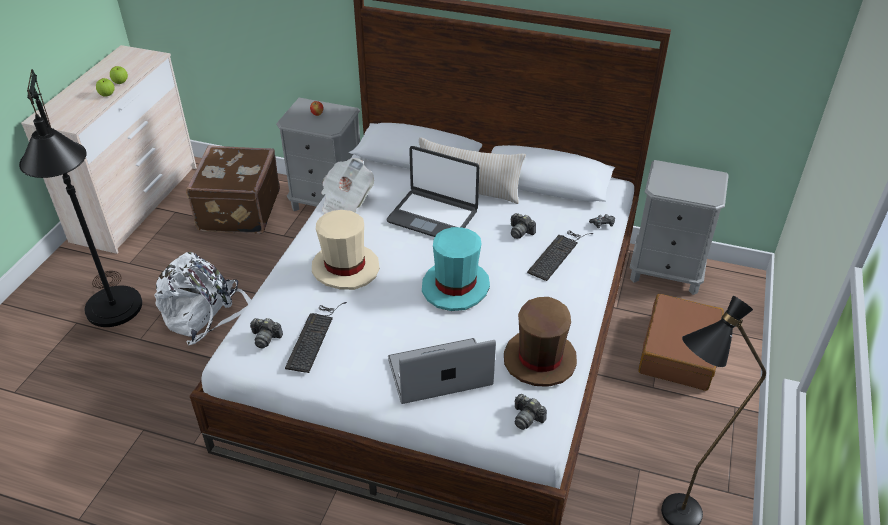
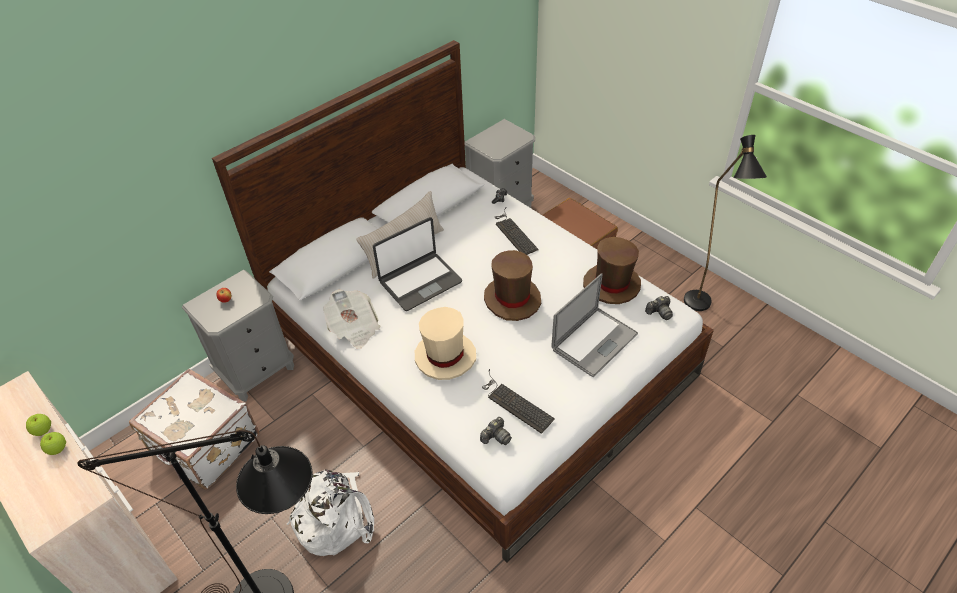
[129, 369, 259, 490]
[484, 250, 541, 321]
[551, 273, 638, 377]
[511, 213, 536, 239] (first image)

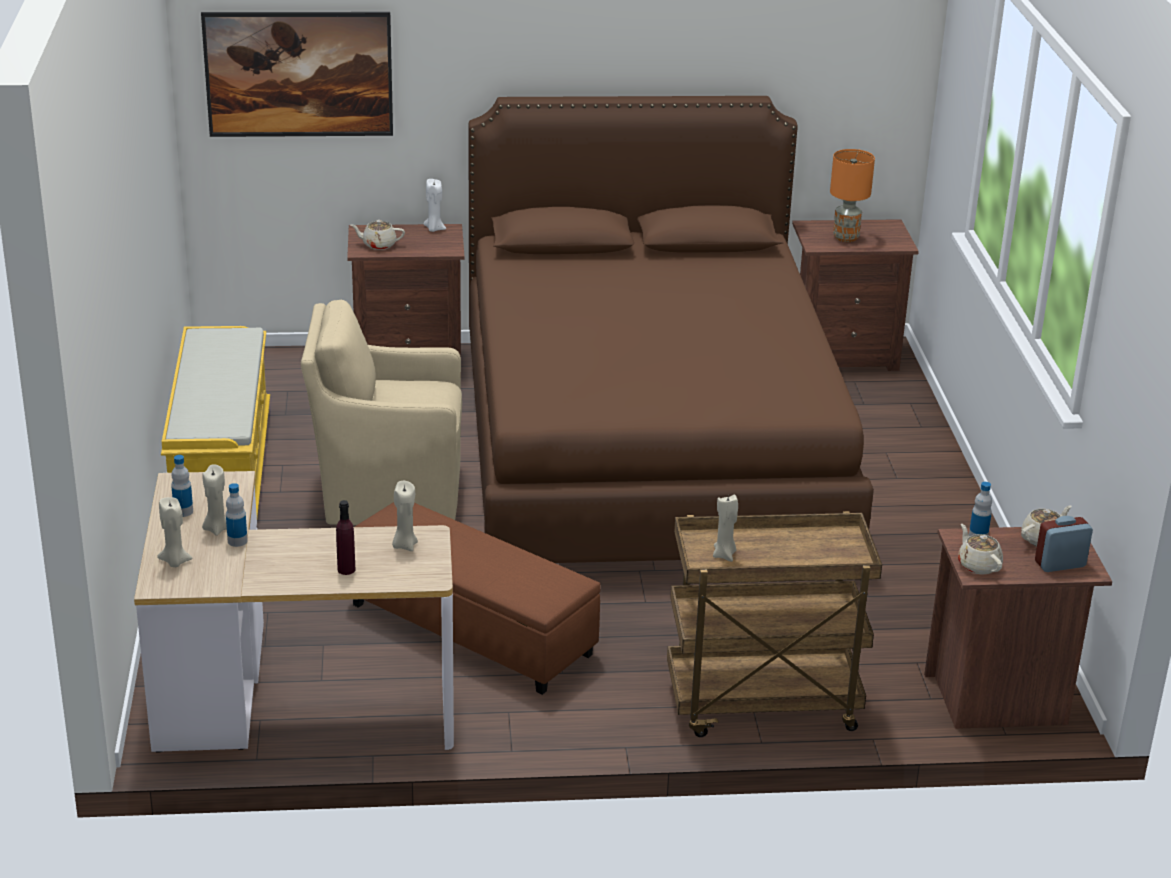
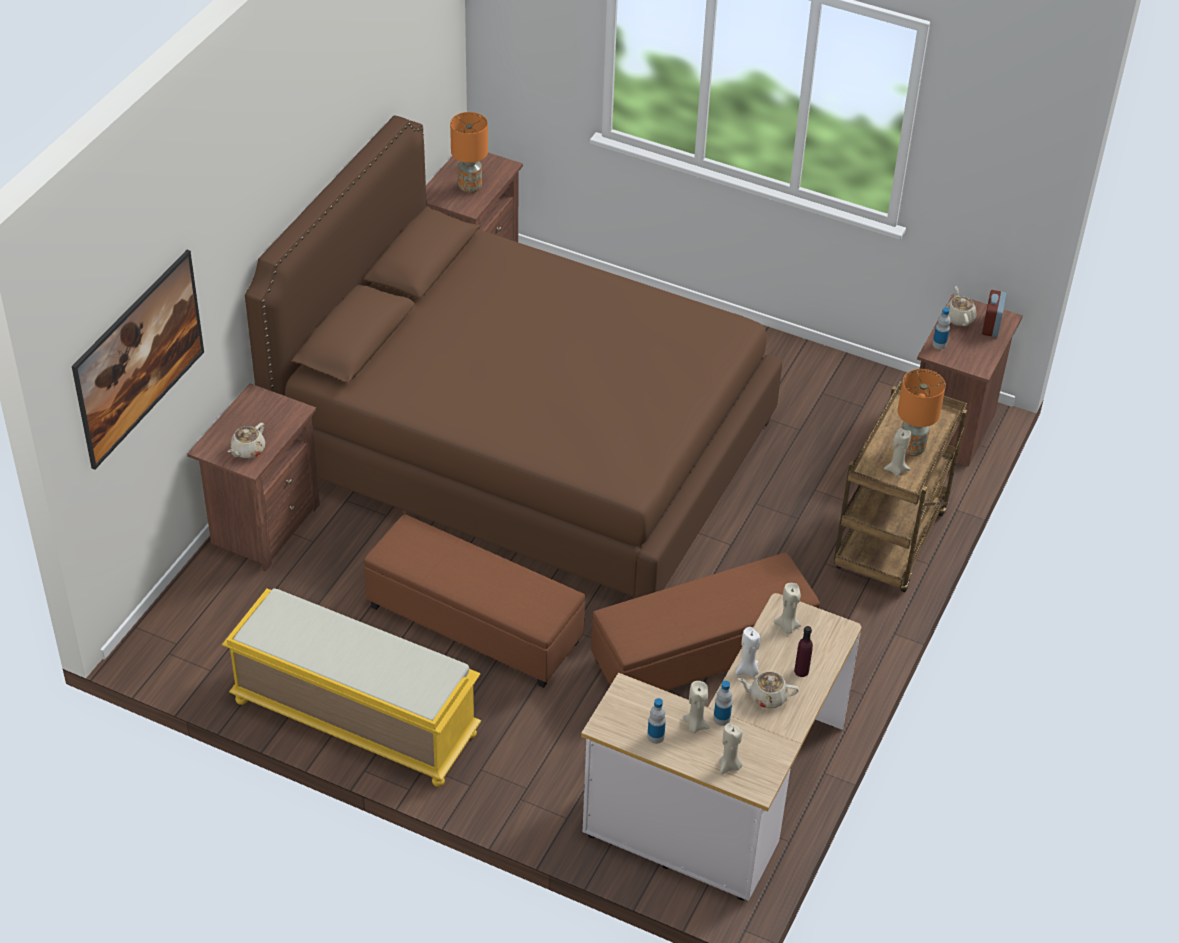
[364, 514, 585, 688]
[735, 627, 760, 677]
[738, 672, 799, 708]
[898, 369, 946, 456]

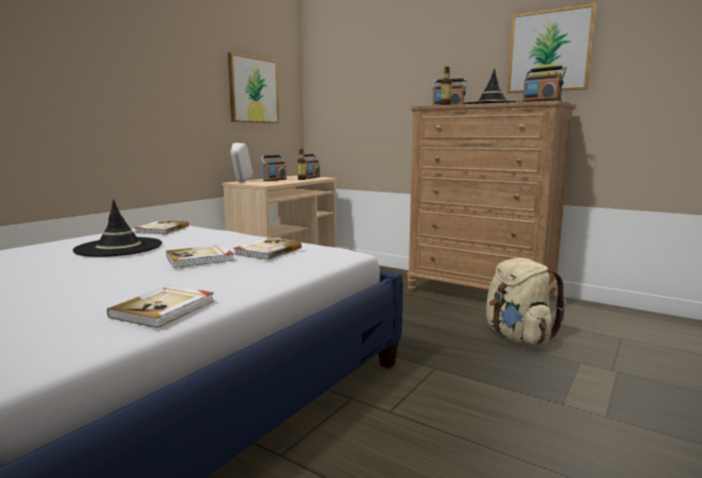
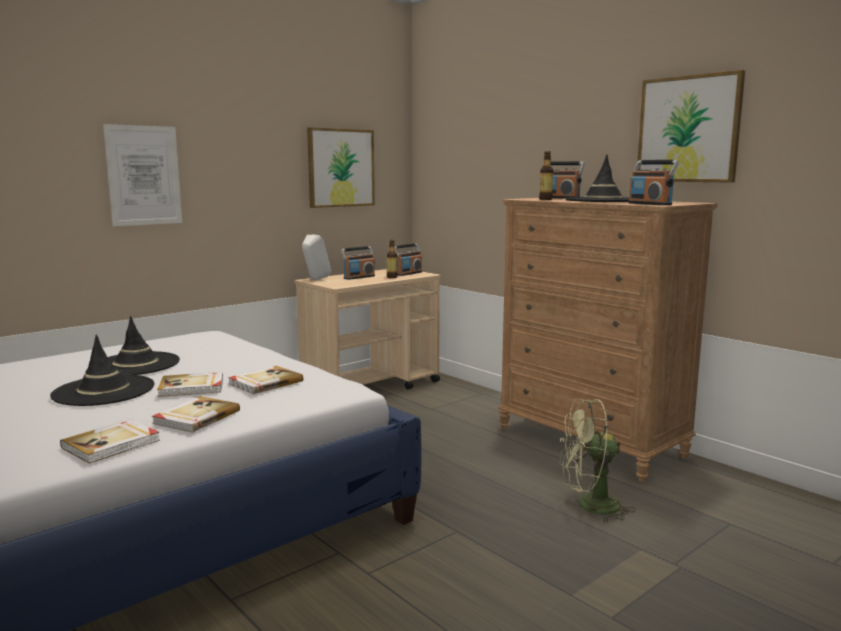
[50, 335, 155, 406]
[103, 124, 182, 226]
[152, 396, 240, 433]
[559, 399, 636, 523]

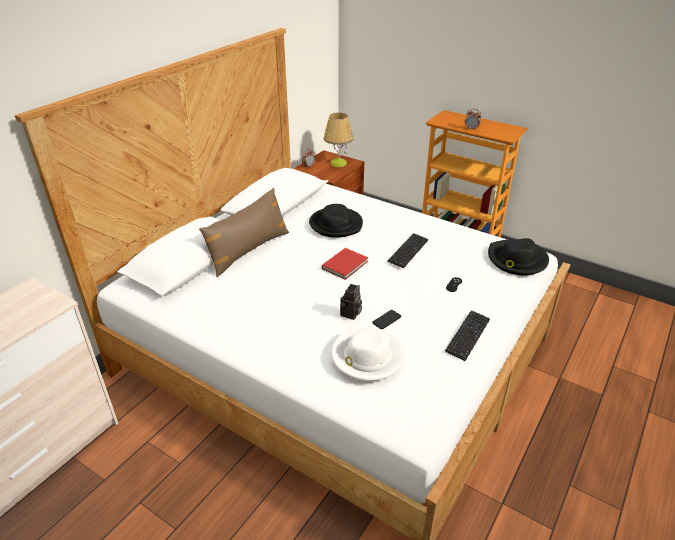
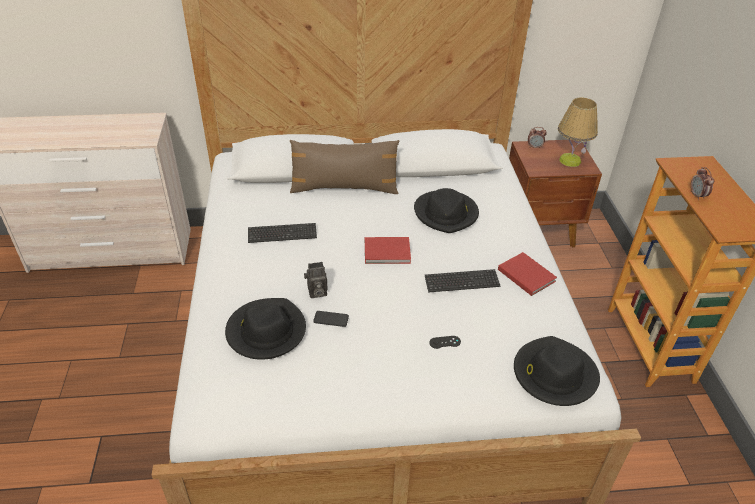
[225, 298, 306, 360]
[248, 223, 317, 243]
[498, 252, 557, 296]

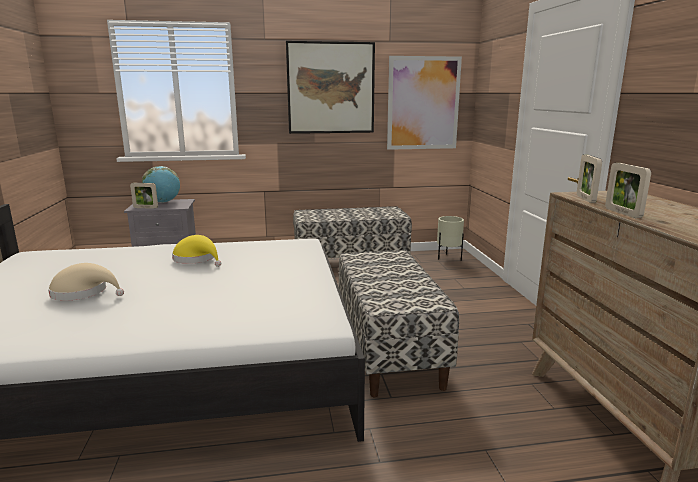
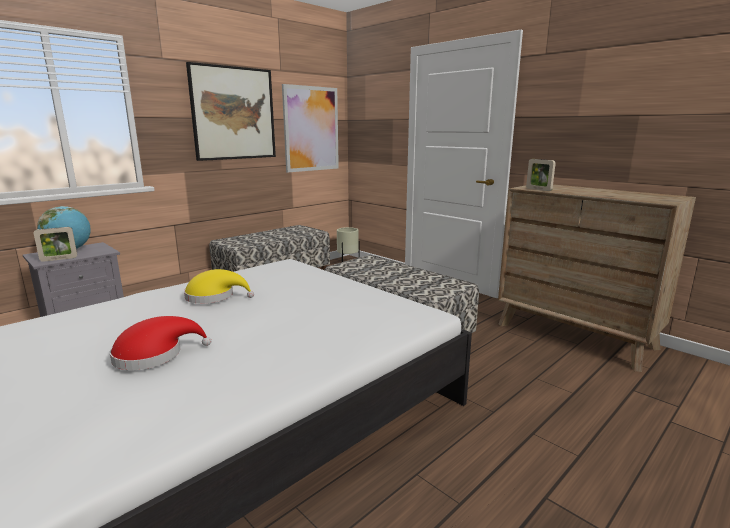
[110, 316, 211, 370]
[605, 163, 651, 218] (first image)

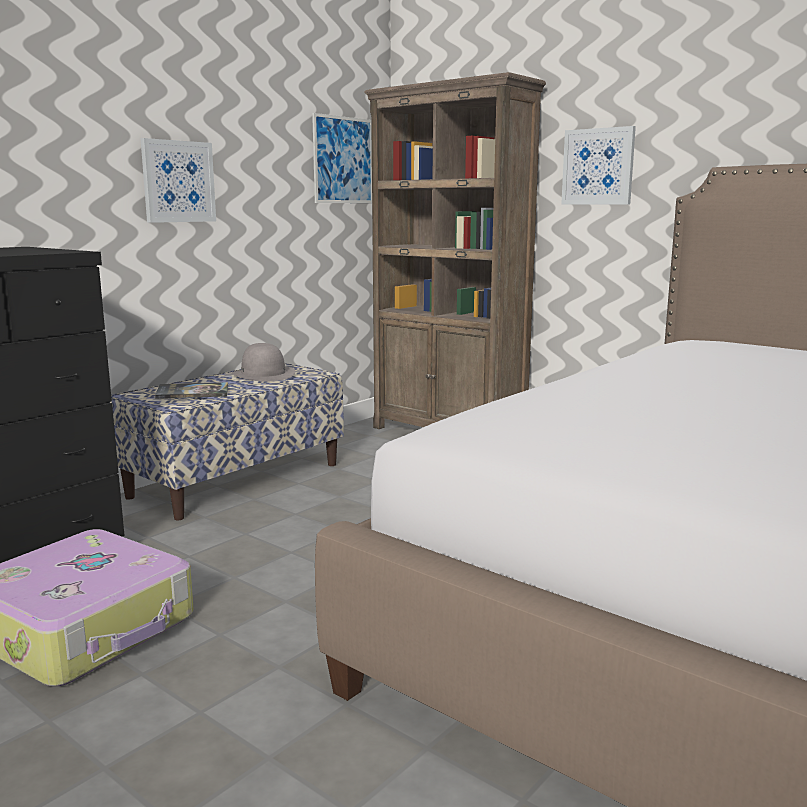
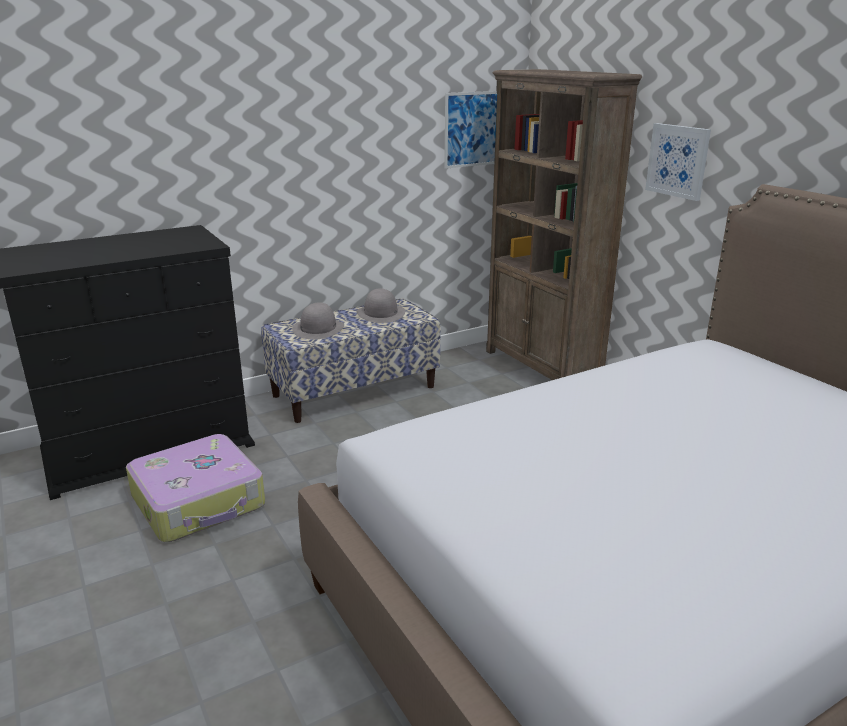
[292, 302, 344, 339]
[140, 138, 216, 223] (first image)

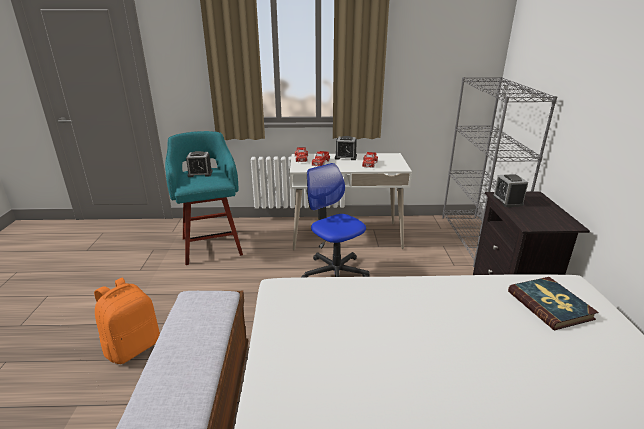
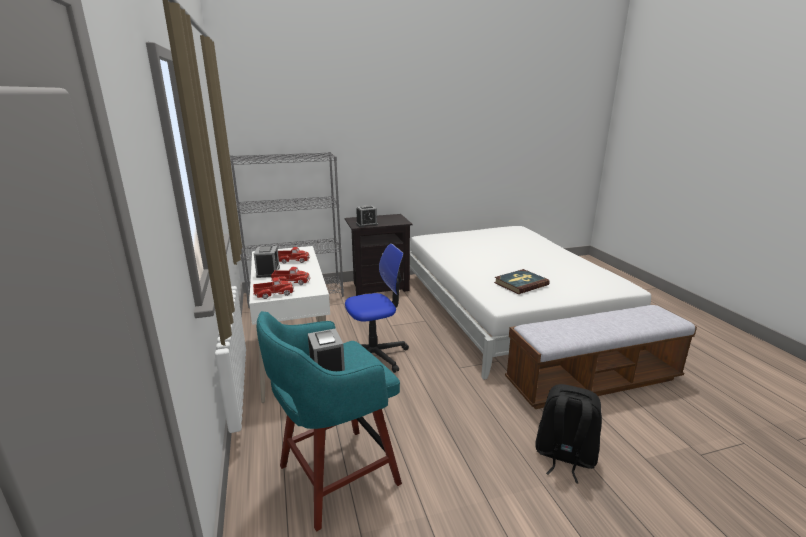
[345, 244, 409, 373]
[494, 269, 549, 294]
[535, 384, 602, 484]

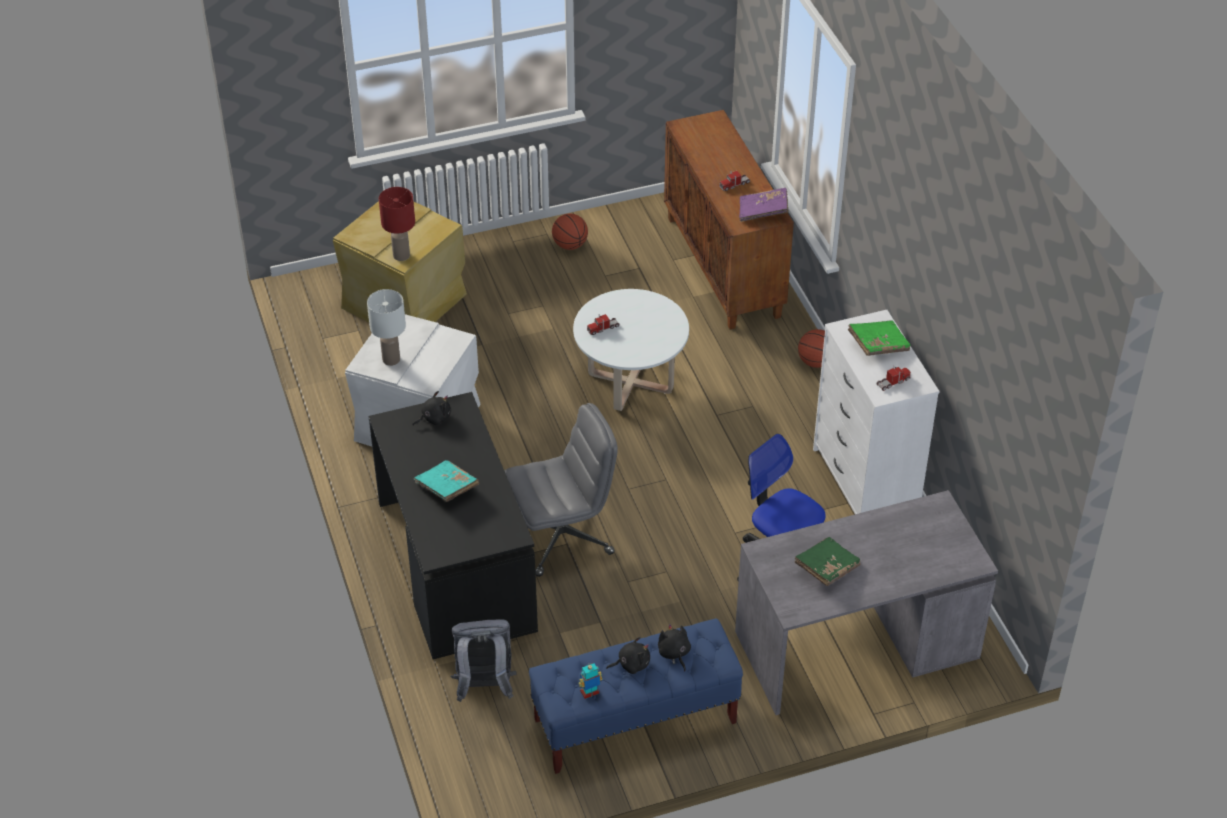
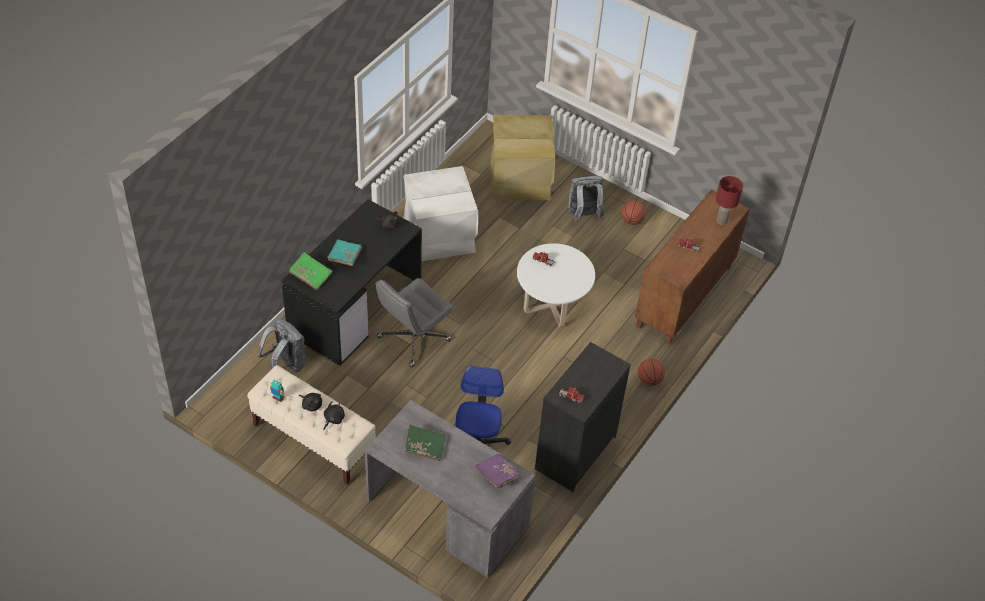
[247, 365, 376, 485]
[289, 252, 332, 290]
[375, 278, 453, 367]
[475, 454, 521, 489]
[535, 342, 631, 492]
[567, 176, 604, 222]
[716, 176, 743, 225]
[367, 289, 406, 366] (first image)

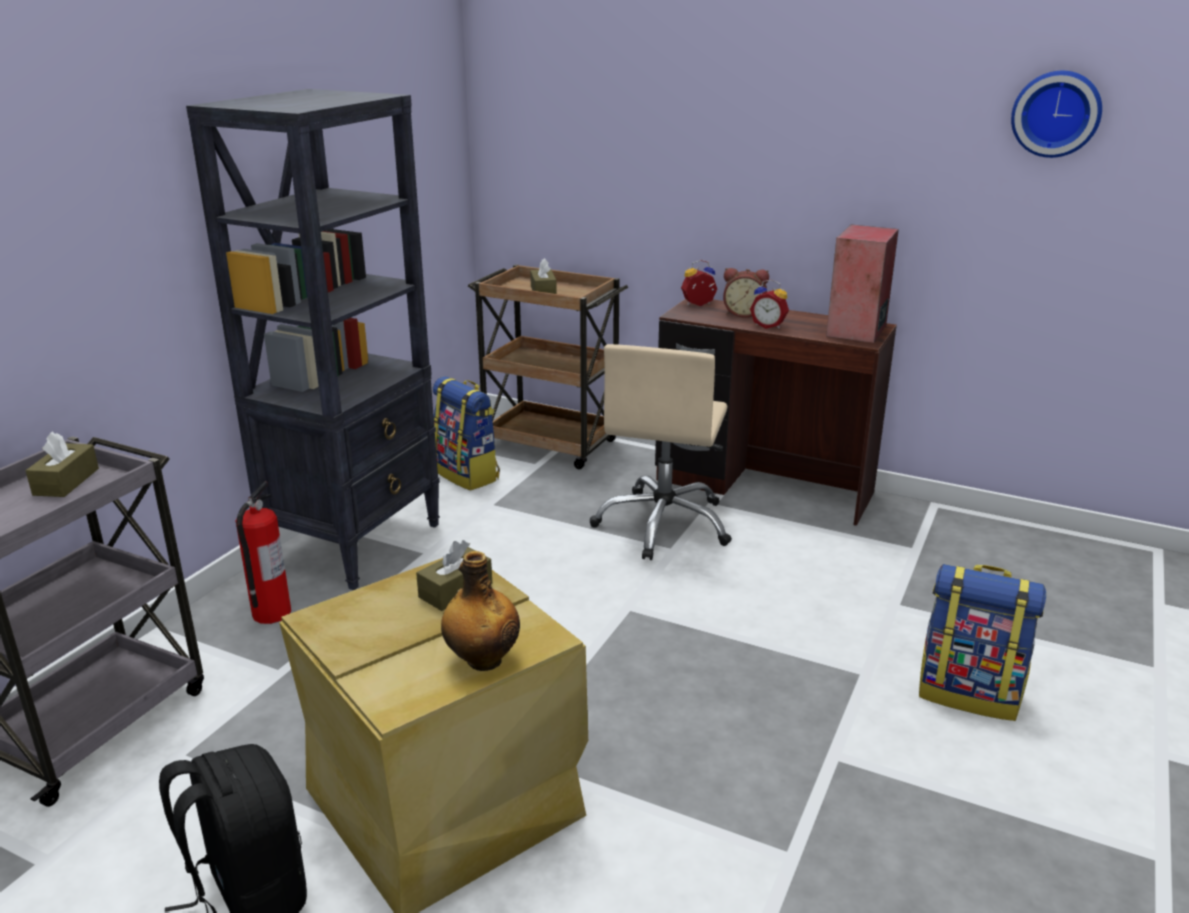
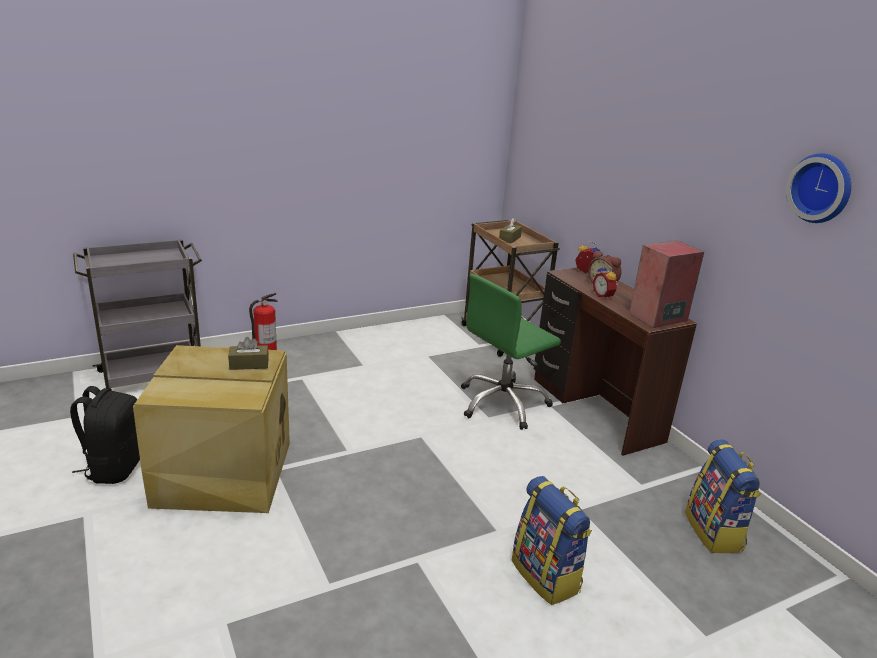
[461, 274, 561, 430]
[685, 440, 761, 553]
[26, 432, 99, 497] (first image)
[186, 89, 440, 590] (first image)
[441, 551, 520, 671] (first image)

